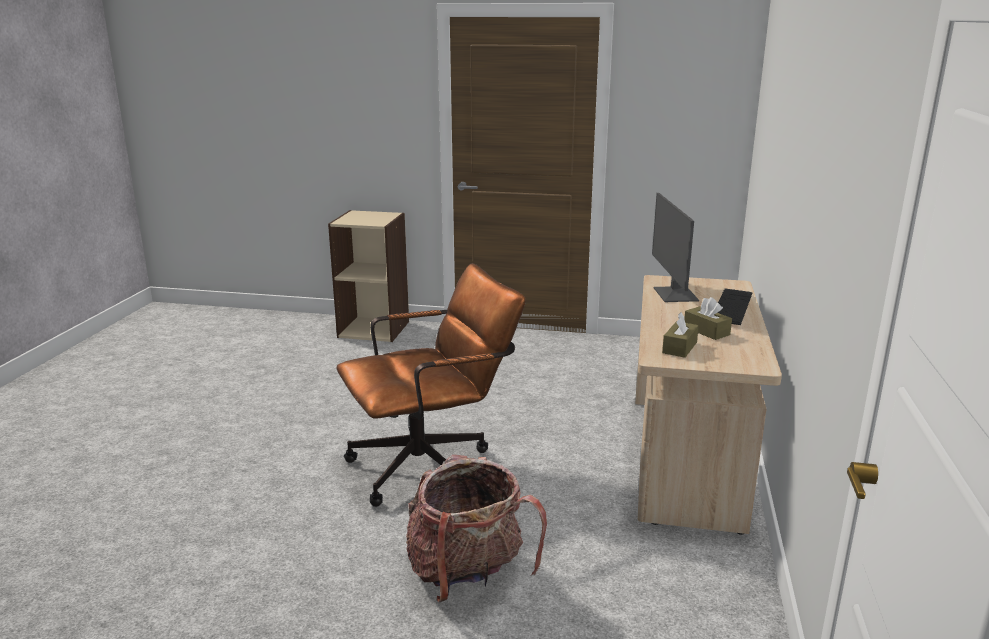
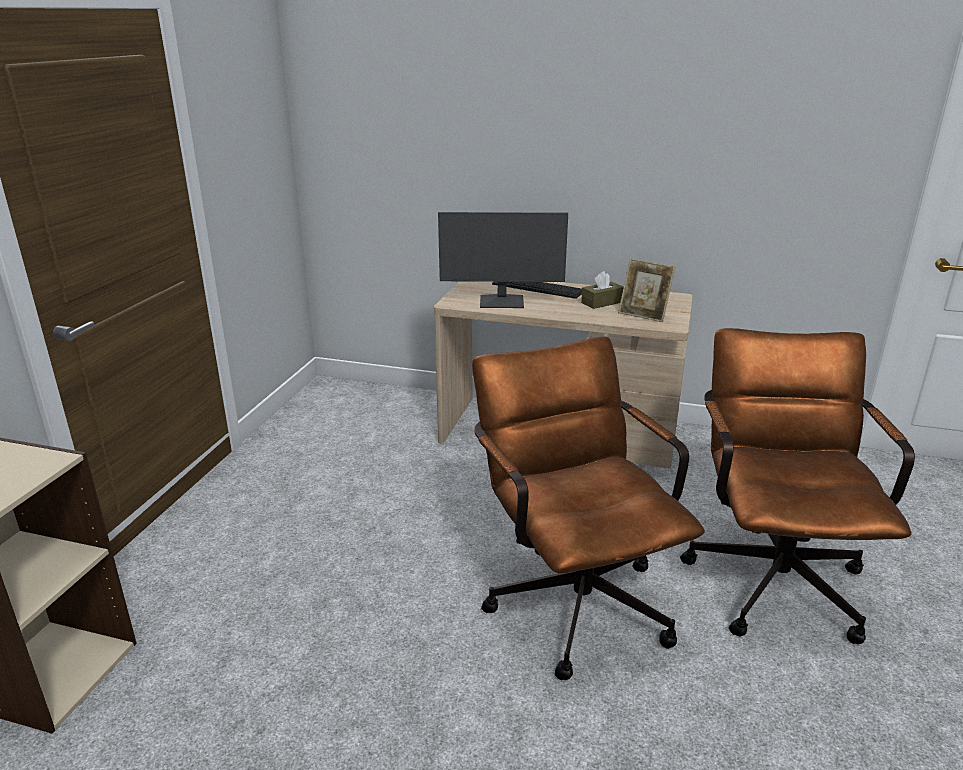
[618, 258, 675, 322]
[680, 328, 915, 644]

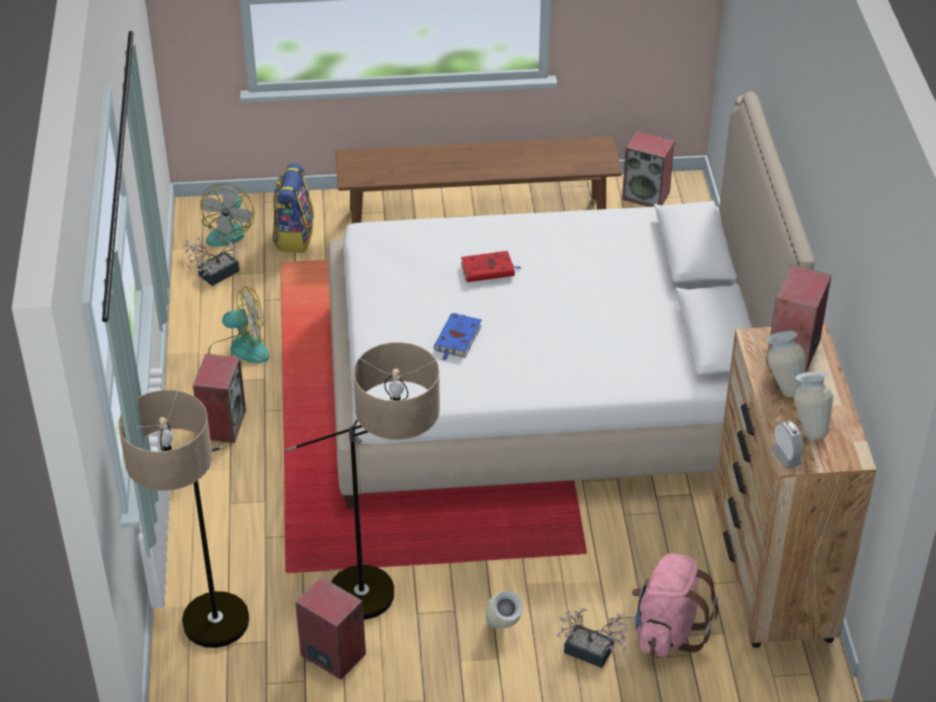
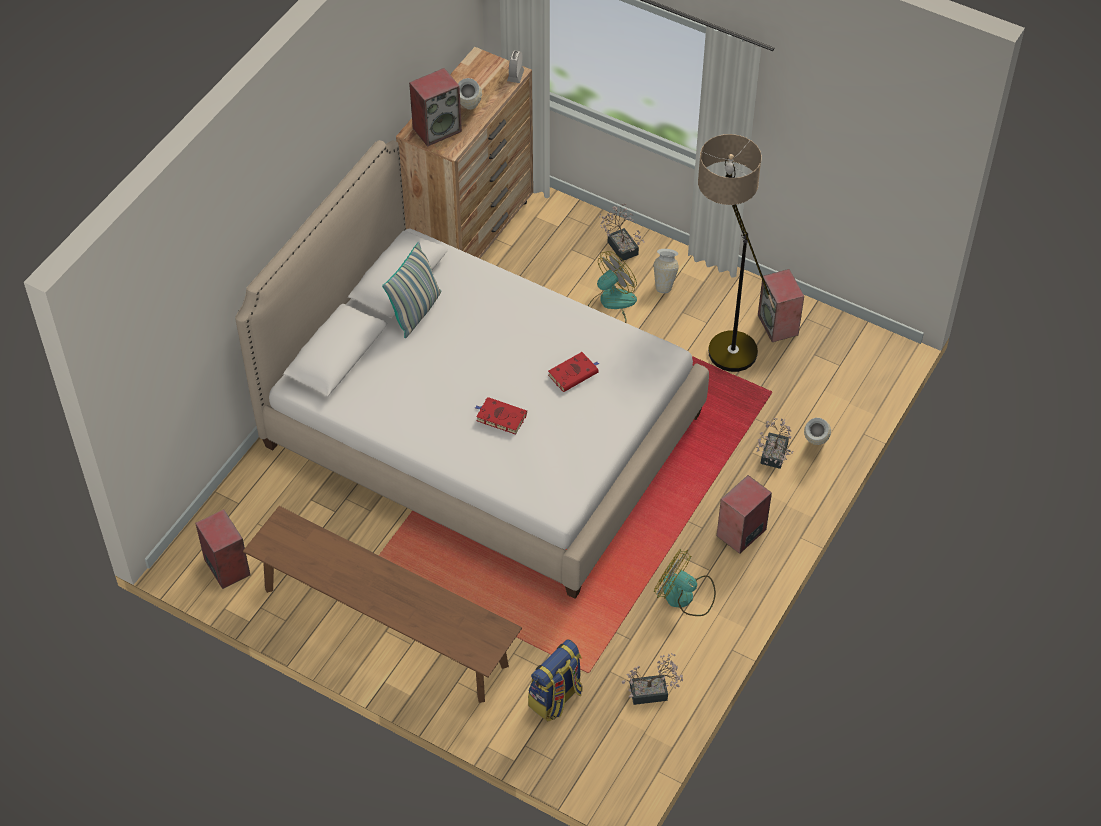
[382, 241, 441, 338]
[548, 352, 600, 392]
[588, 251, 637, 323]
[756, 418, 794, 469]
[804, 418, 831, 445]
[118, 390, 249, 648] (first image)
[632, 554, 718, 657] (first image)

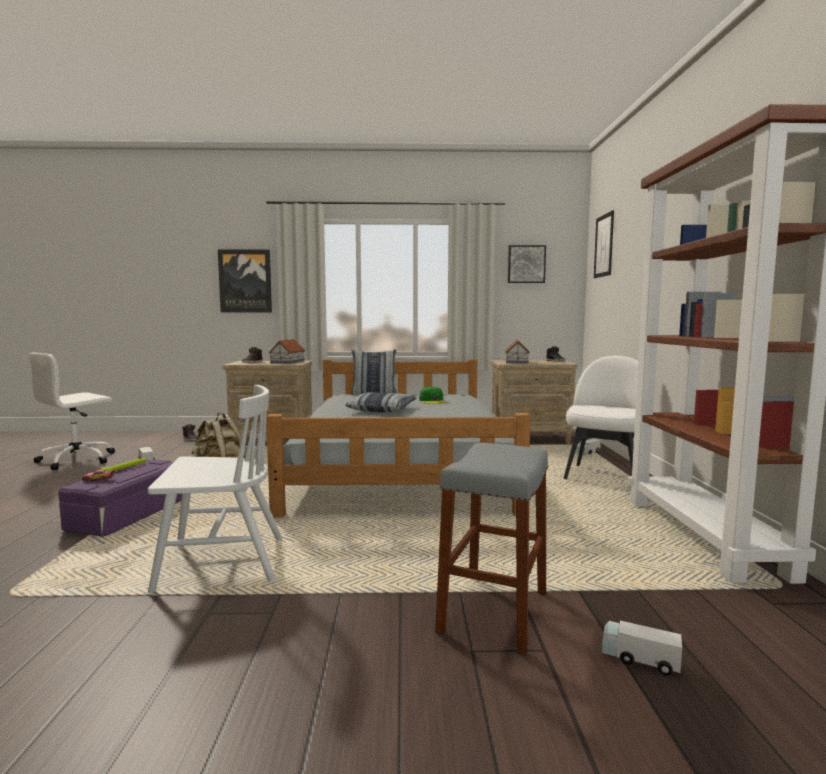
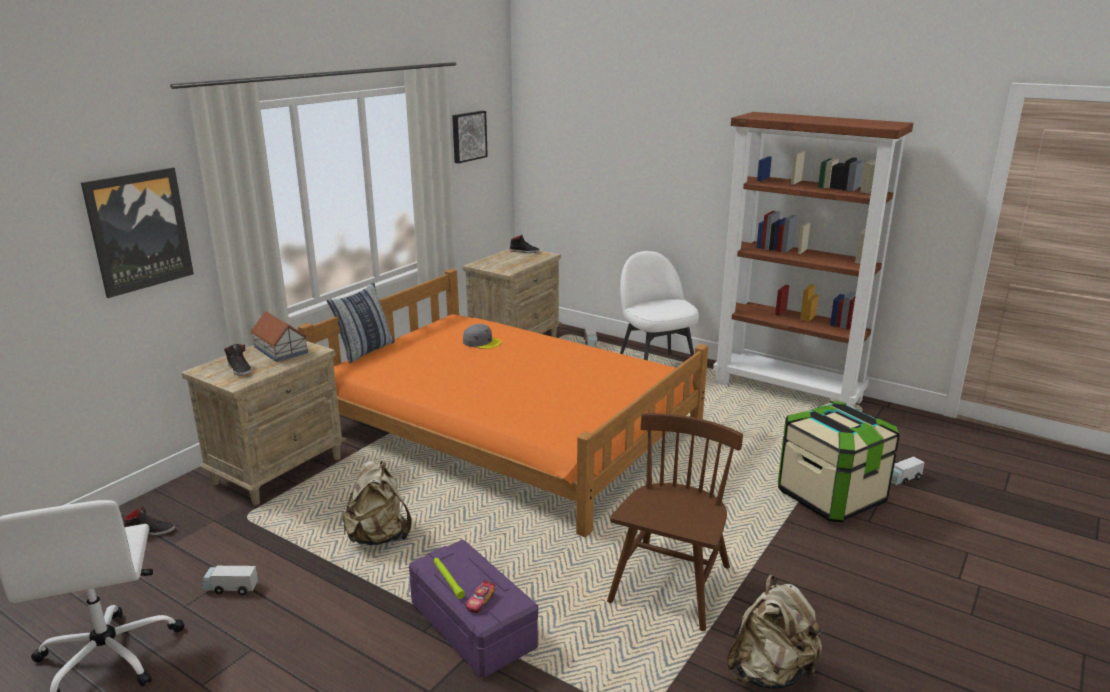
[298, 269, 708, 537]
[463, 324, 501, 349]
[607, 413, 743, 631]
[727, 575, 823, 689]
[778, 401, 900, 523]
[345, 392, 417, 412] (first image)
[505, 340, 530, 364] (first image)
[594, 210, 614, 278] (first image)

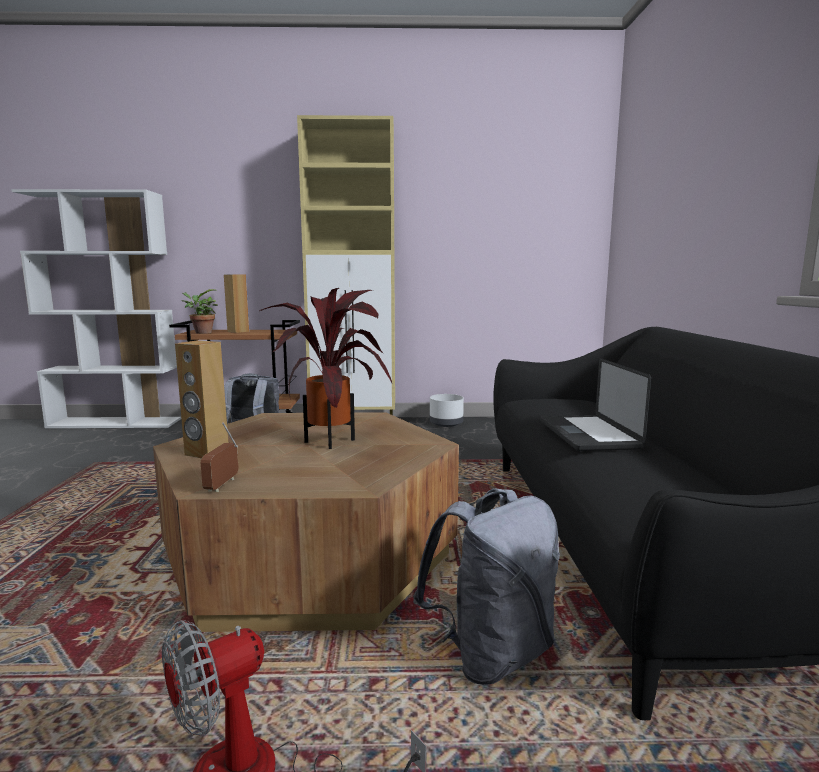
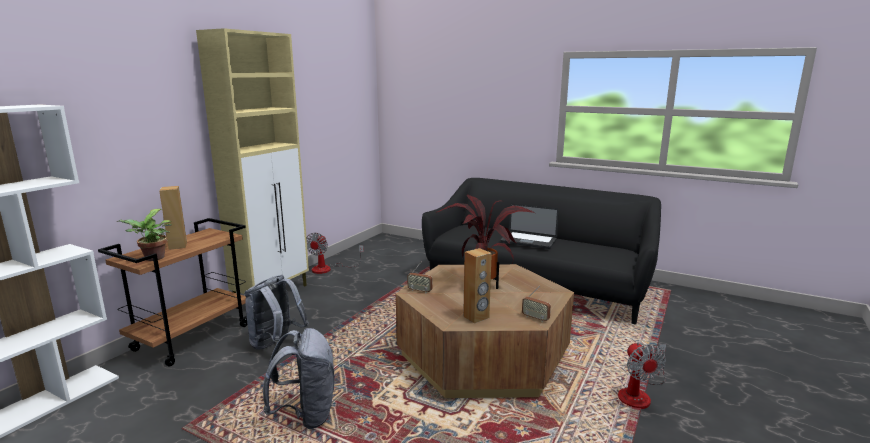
[263, 328, 334, 429]
[307, 233, 364, 274]
[407, 261, 432, 293]

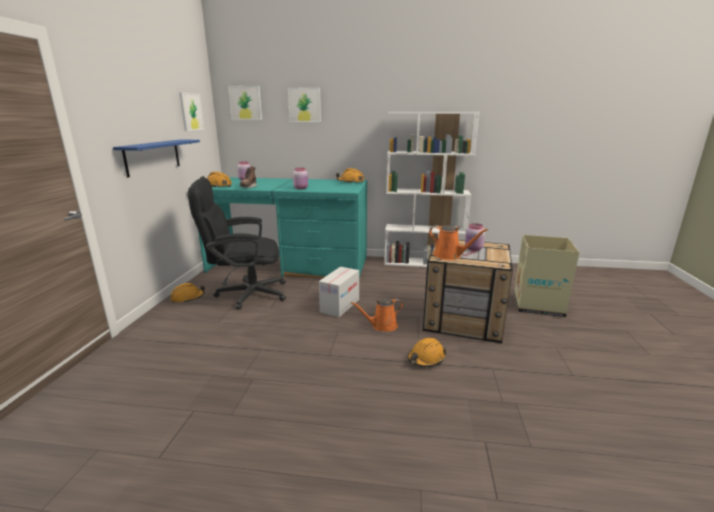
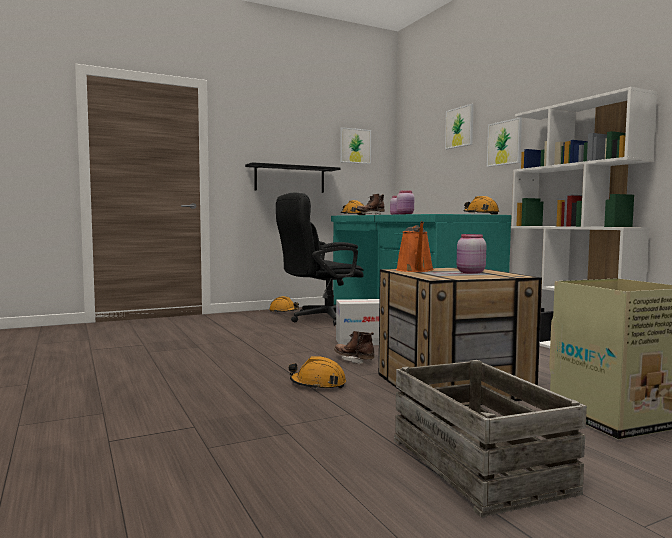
[245, 162, 341, 193]
[276, 193, 364, 326]
[334, 331, 374, 364]
[394, 360, 587, 517]
[487, 117, 522, 167]

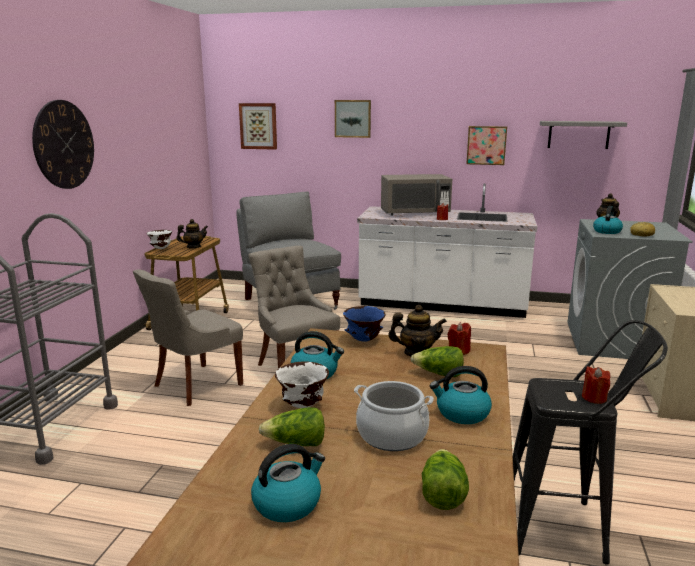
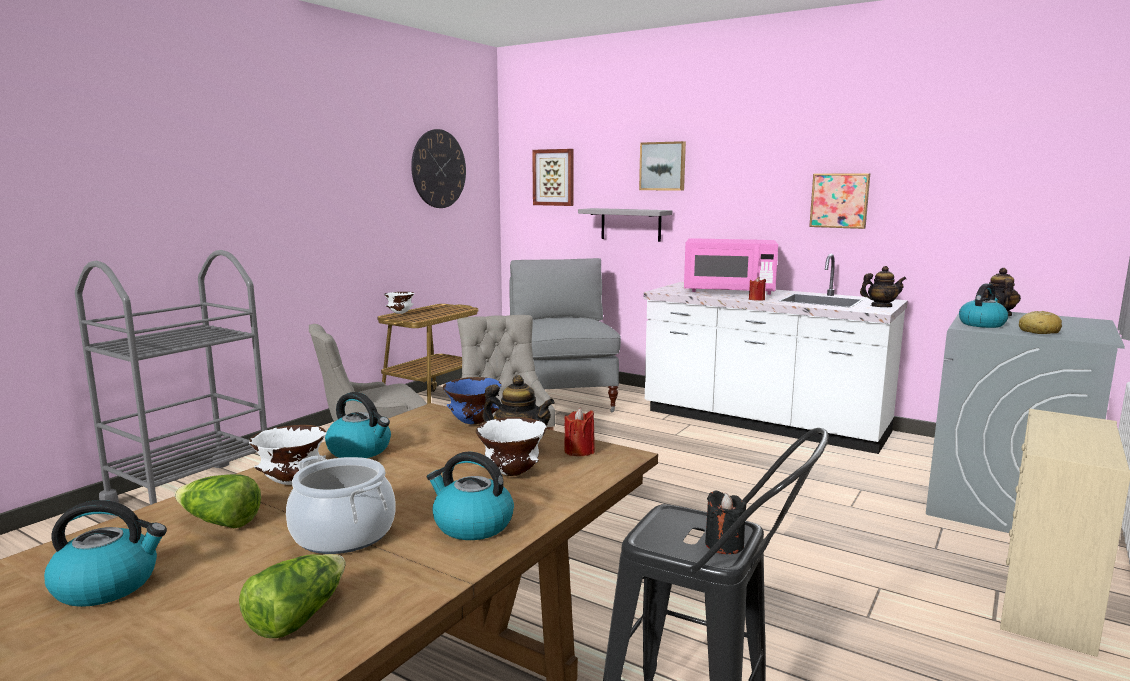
[411, 129, 466, 208]
[476, 417, 547, 476]
[578, 208, 672, 242]
[684, 238, 778, 295]
[705, 491, 746, 554]
[860, 266, 906, 307]

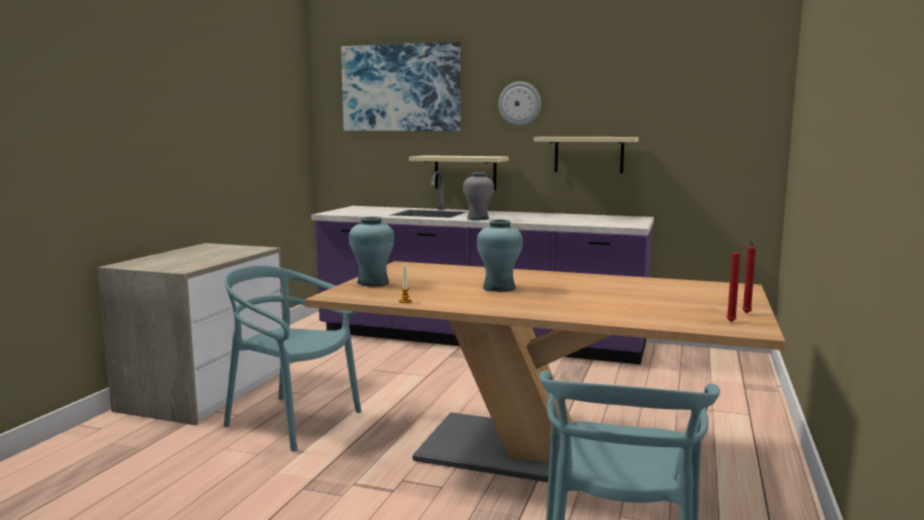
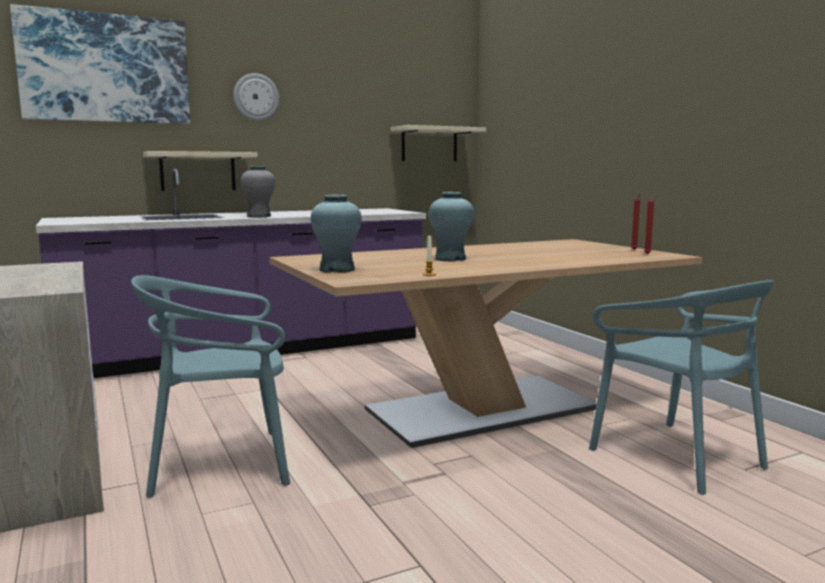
[391, 125, 486, 161]

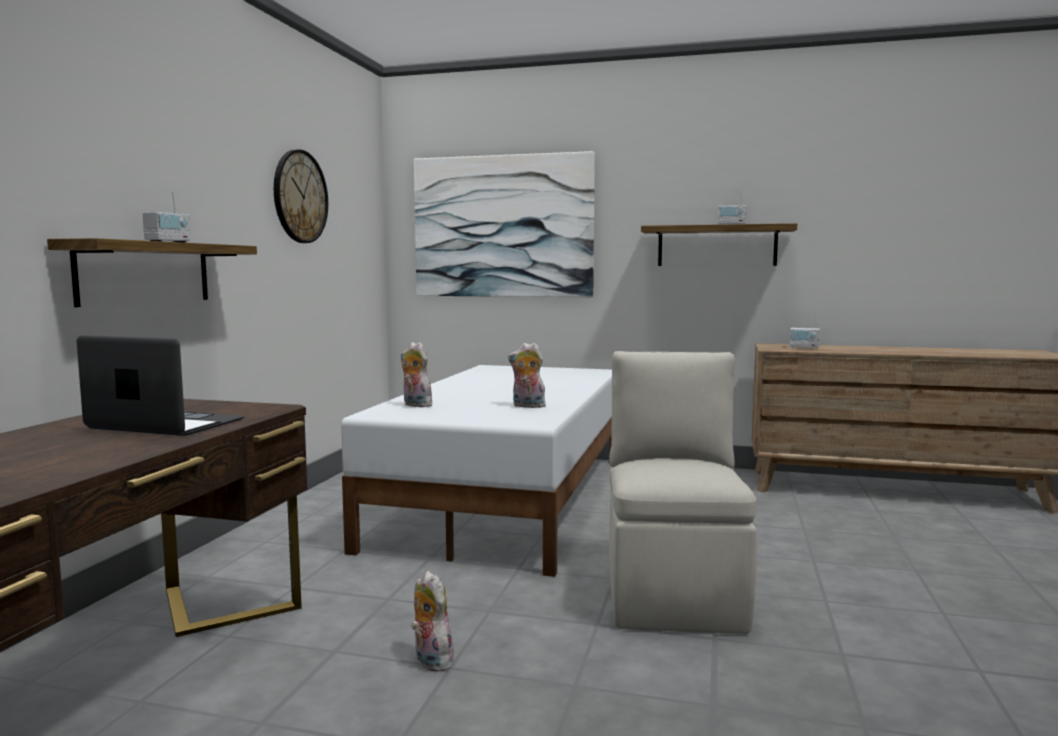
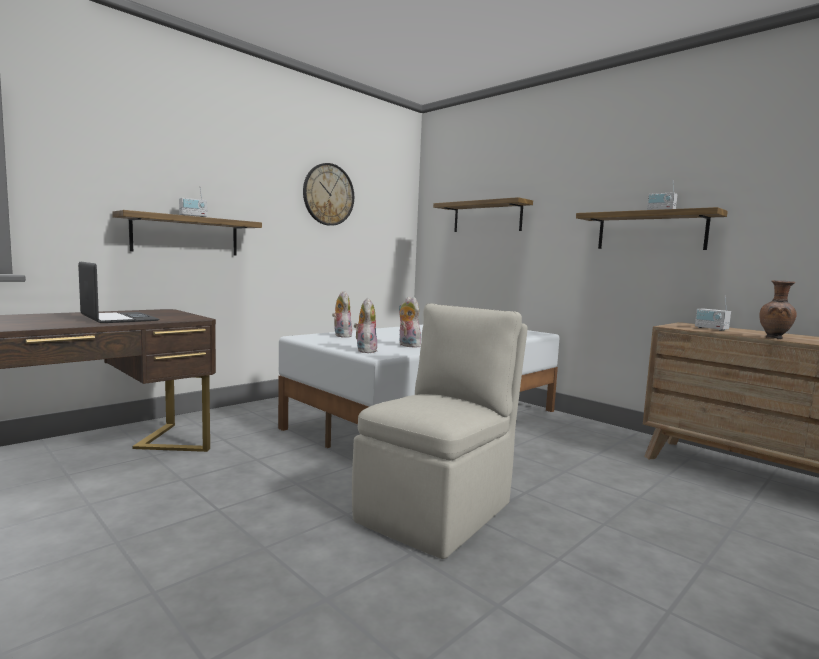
[354, 298, 377, 353]
[433, 197, 533, 232]
[759, 280, 797, 339]

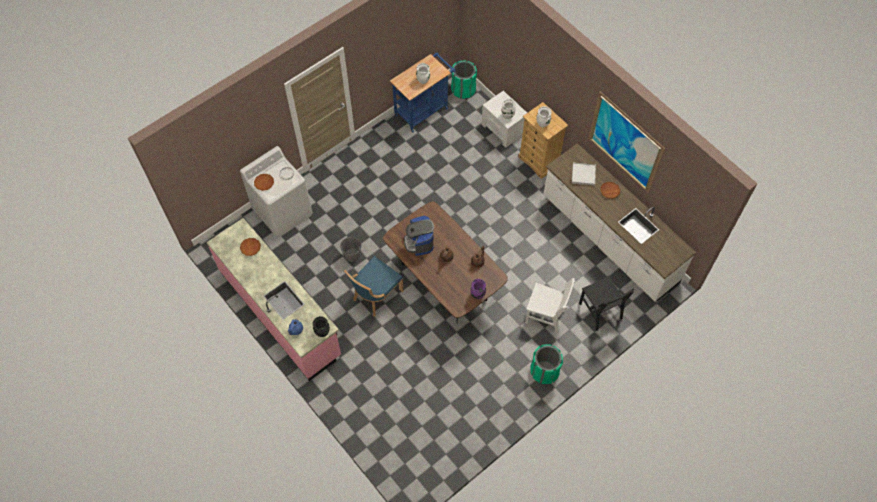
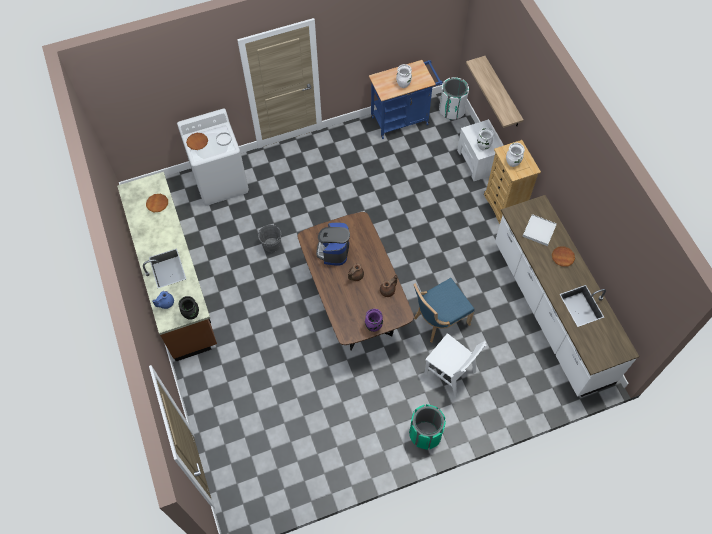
[117, 172, 217, 361]
[414, 278, 475, 342]
[439, 77, 469, 120]
[466, 56, 524, 128]
[579, 276, 635, 331] (first image)
[588, 91, 665, 193] (first image)

